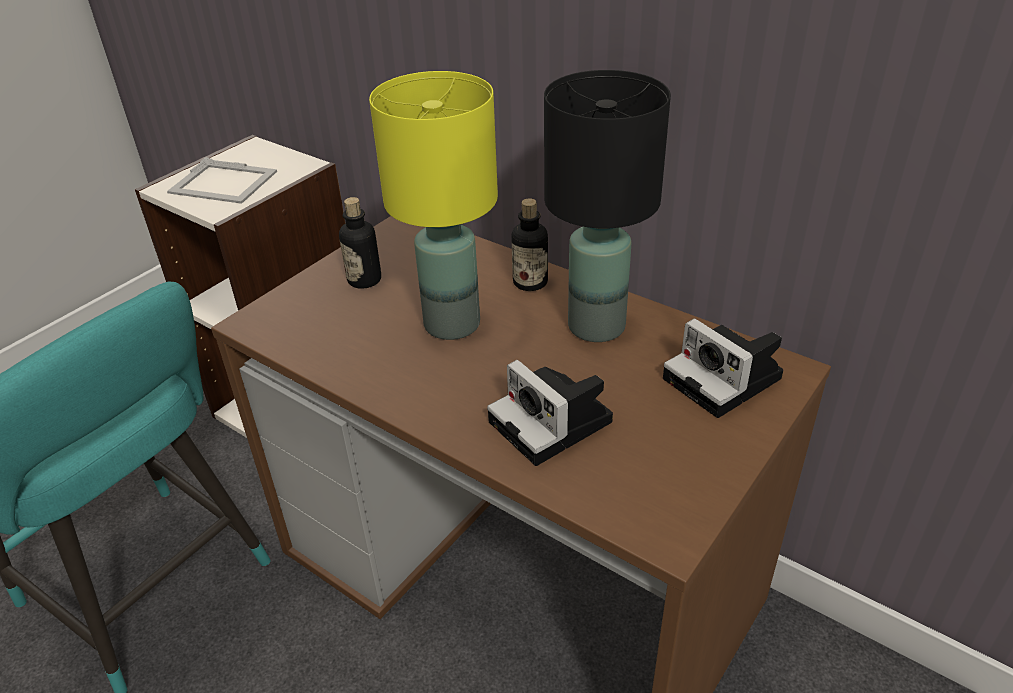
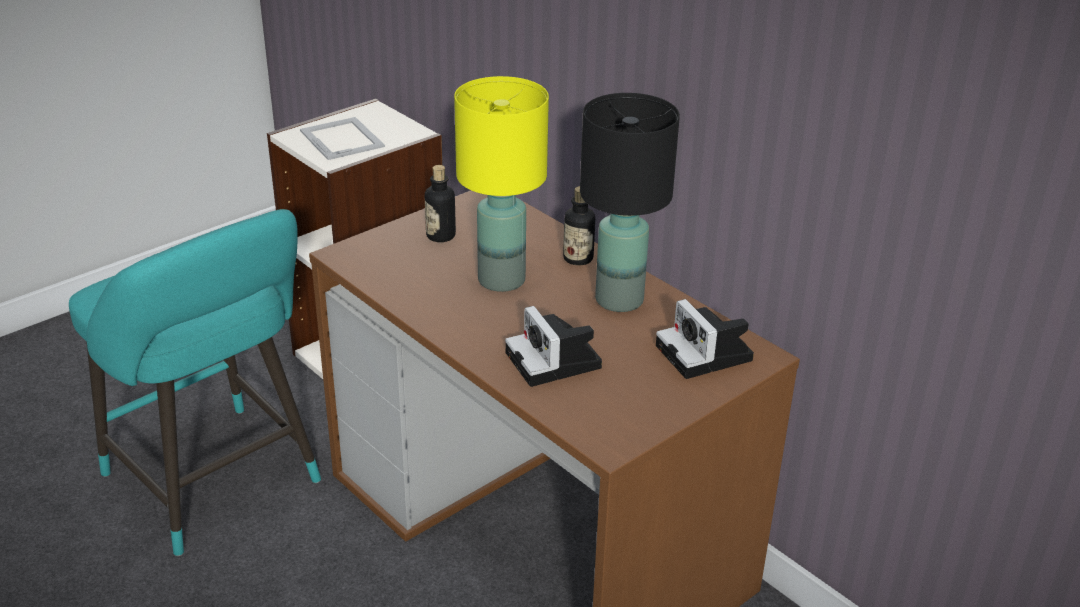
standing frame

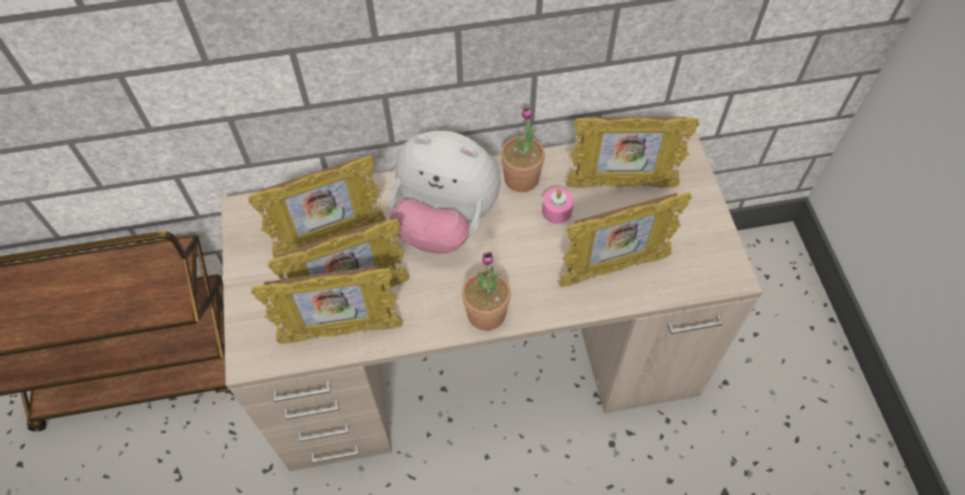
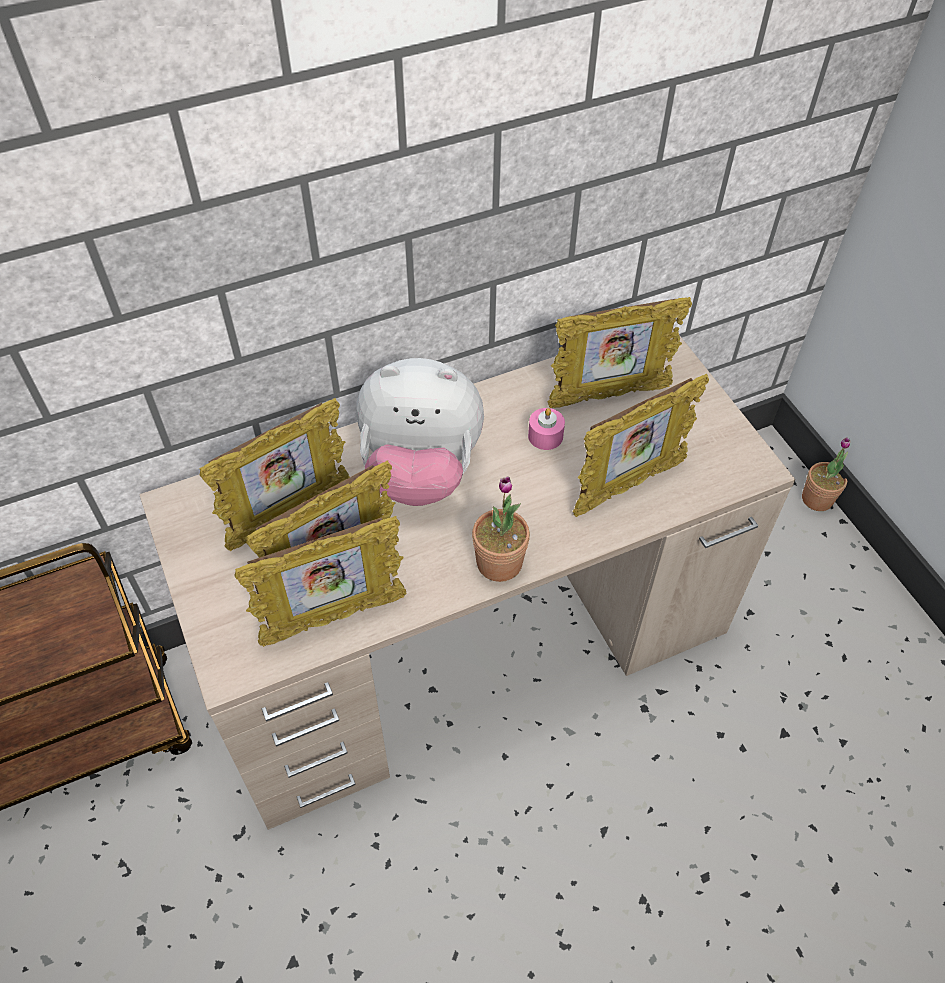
potted plant (no. 2 from left)

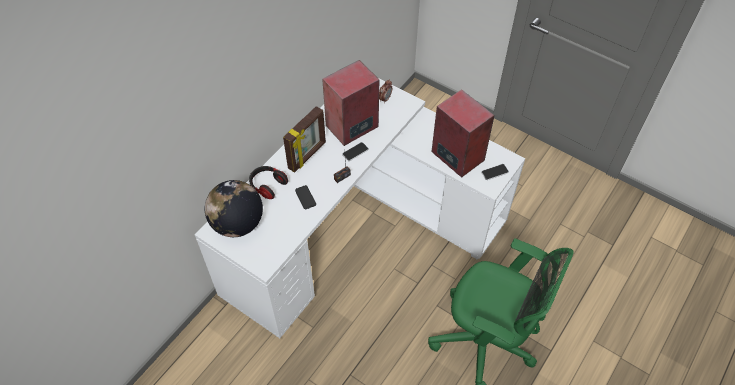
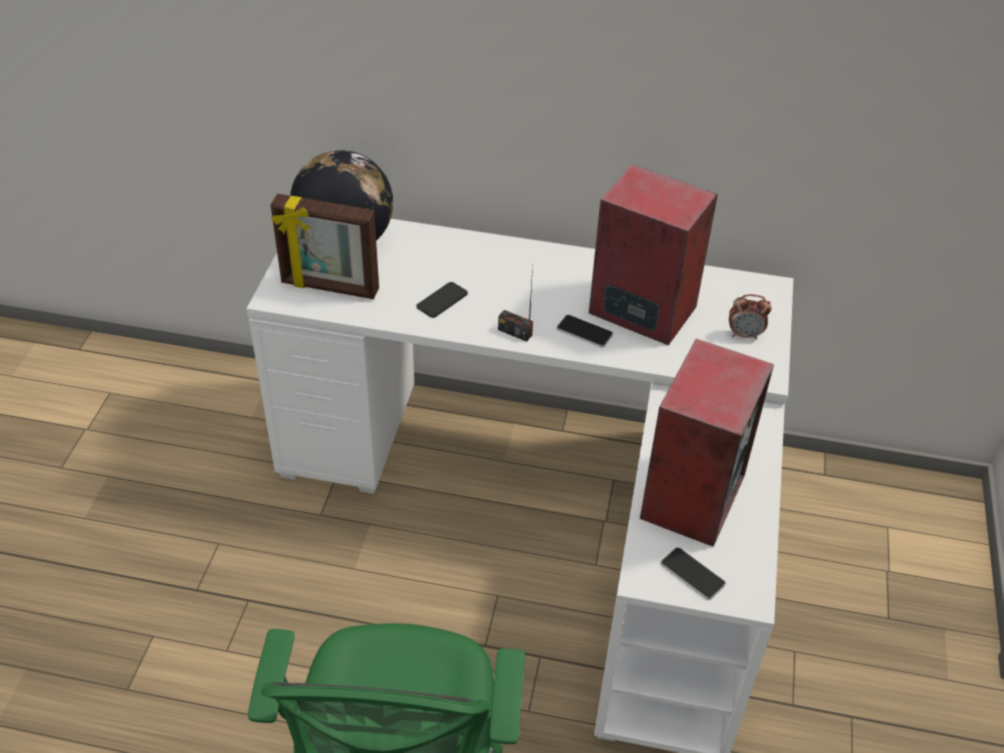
headphones; standing frame

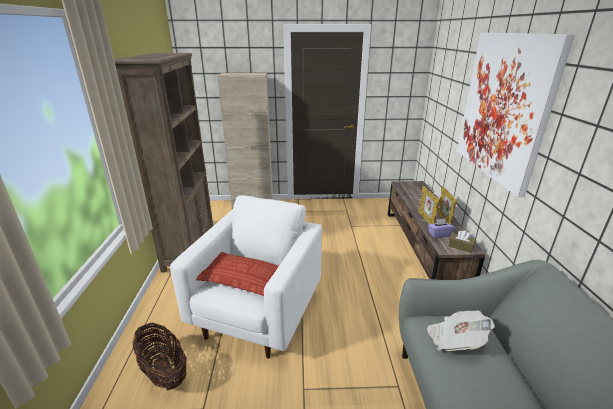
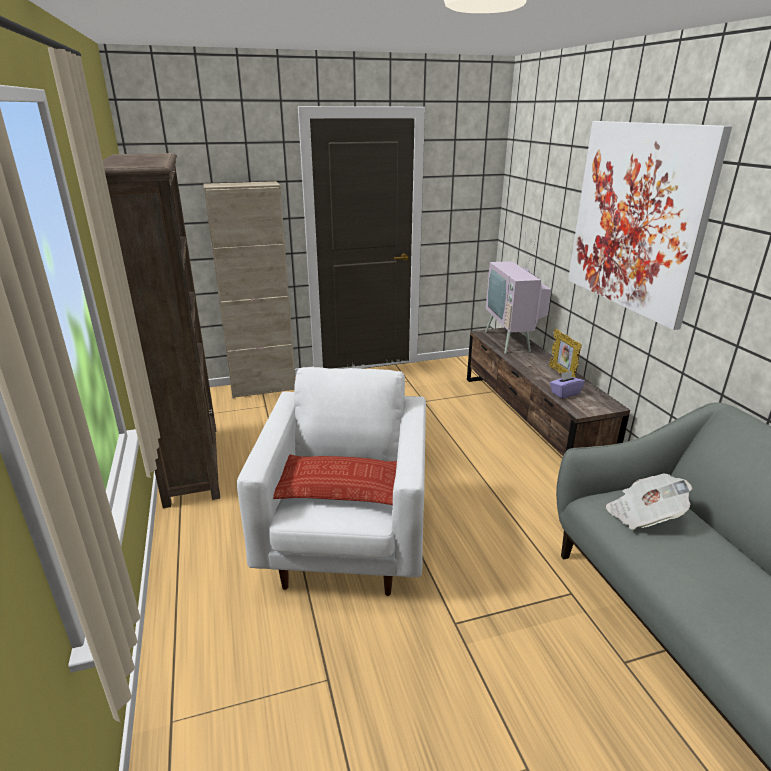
storage basket; standing frame (no. 1 from left in the first image); brown tissue box; TV set

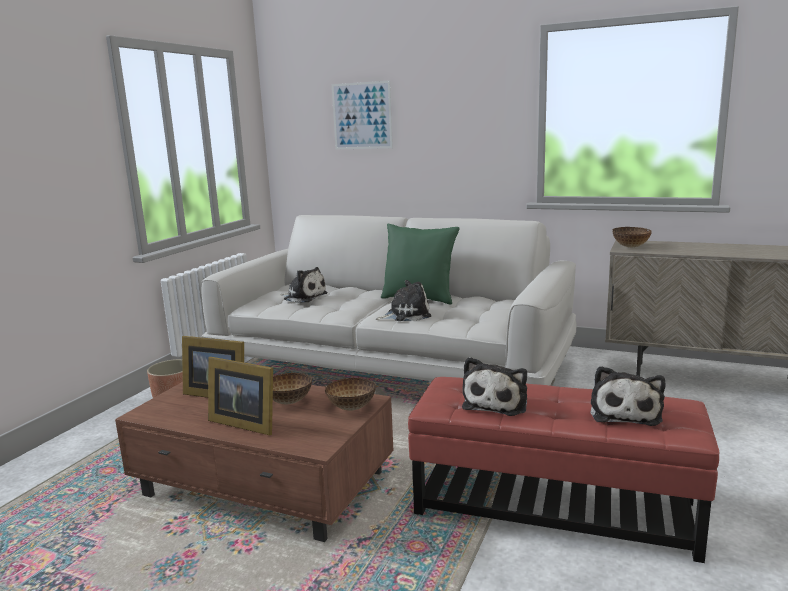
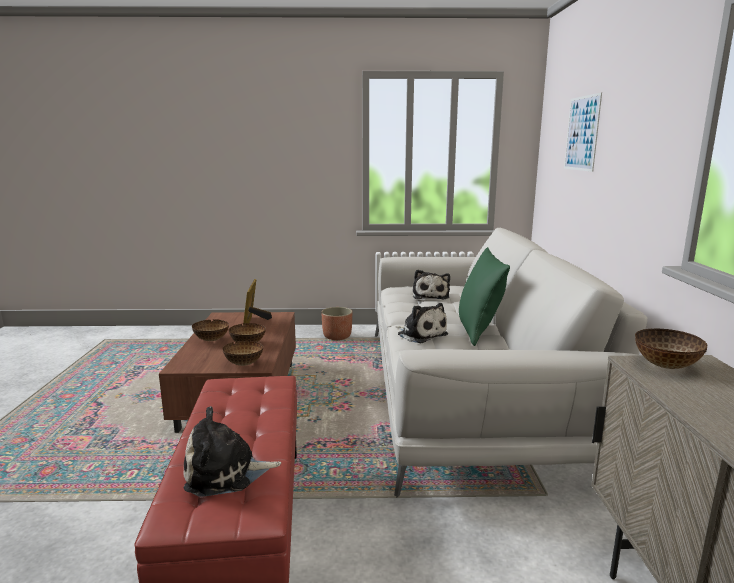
deep dish (no. 1 from left); soft toy (no. 3 from left in the first image)

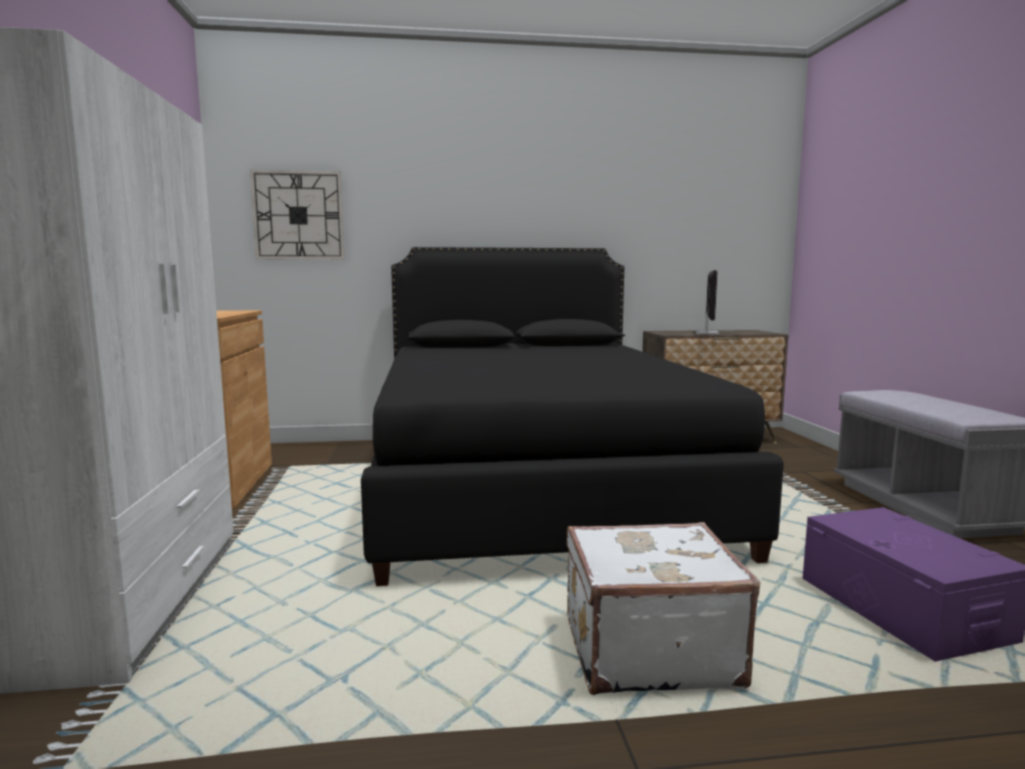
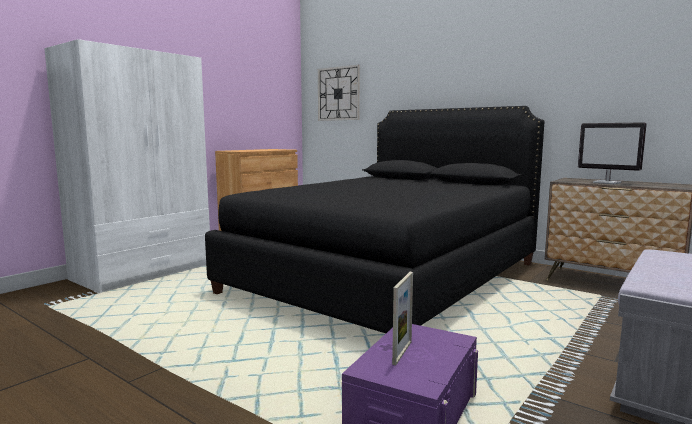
white-coloured suitcase; monitor; standing frame

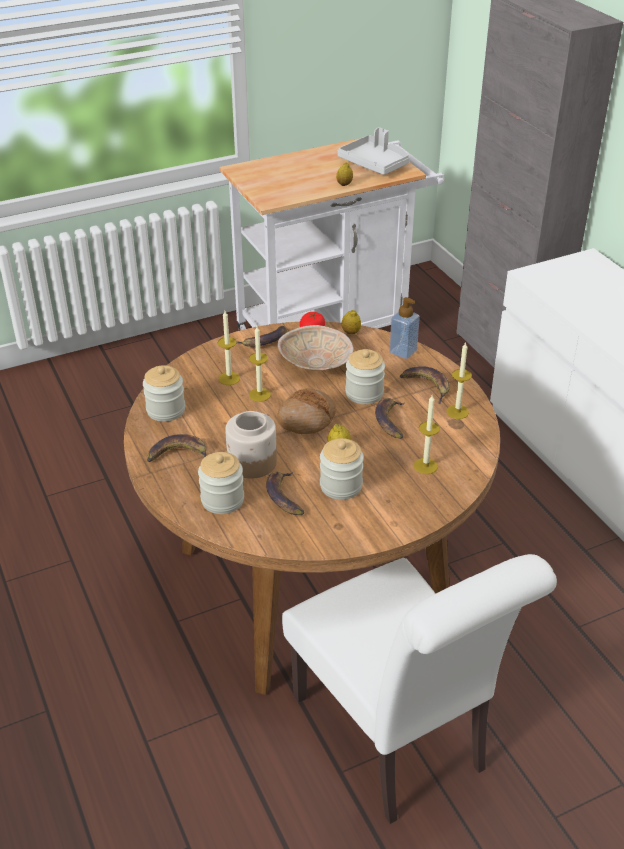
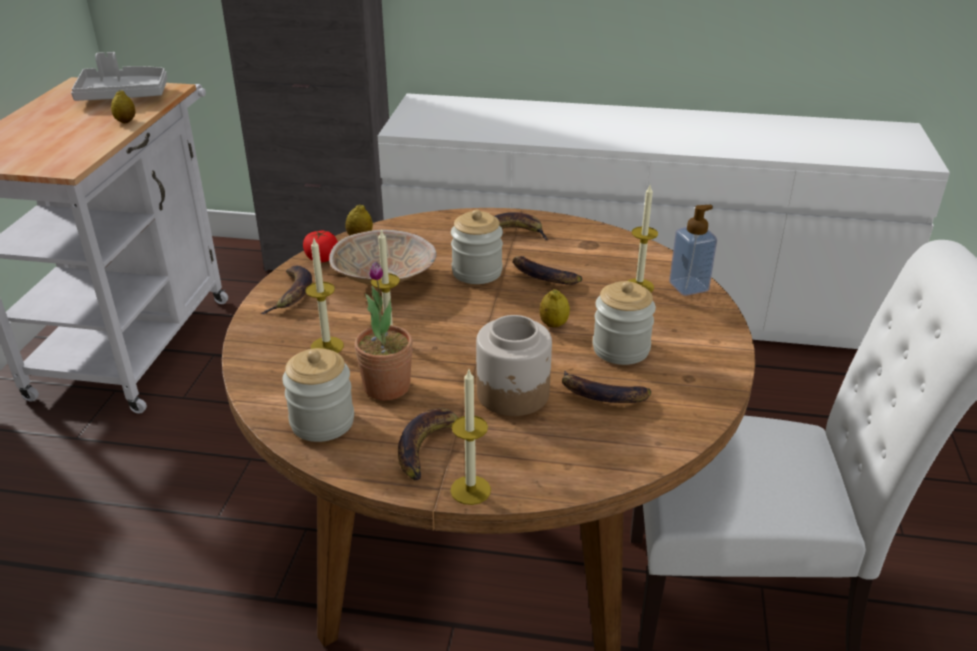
preserve jar (no. 2 from left in the first image); bread; soap dispenser; wax light (no. 3 from left); potted plant

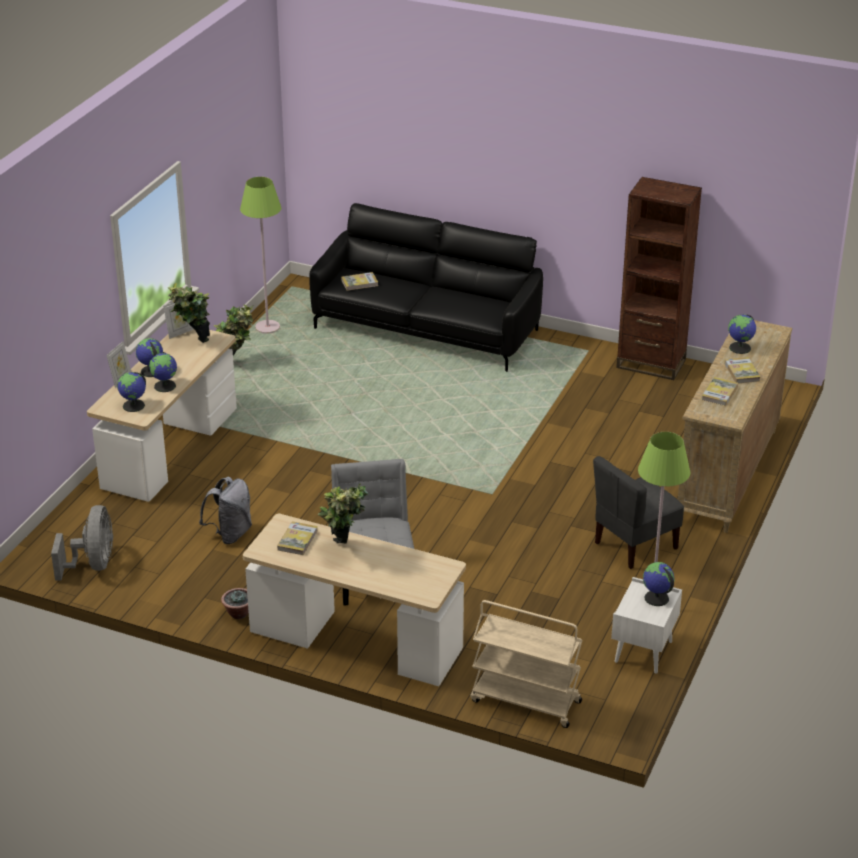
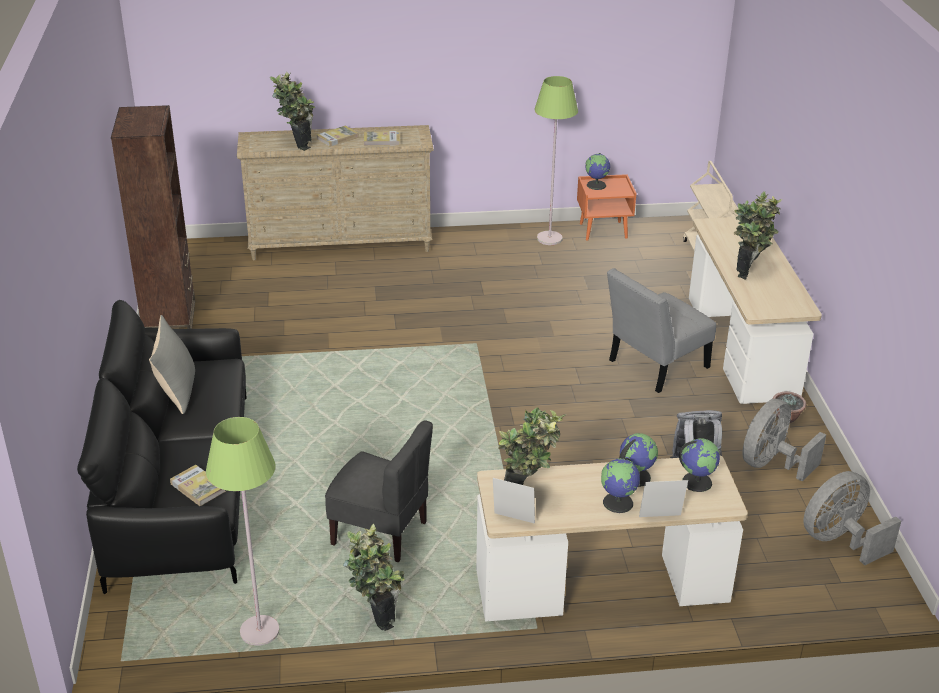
book (no. 1 from left in the first image); greyish chair (no. 1 from left); orange-coloured night table; potted plant (no. 1 from left); greyish pillow; greyish cooling fan (no. 1 from left)

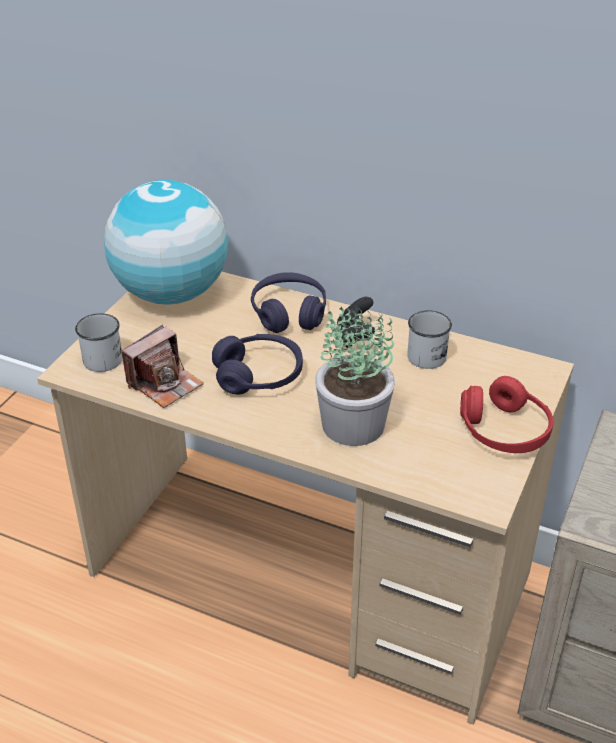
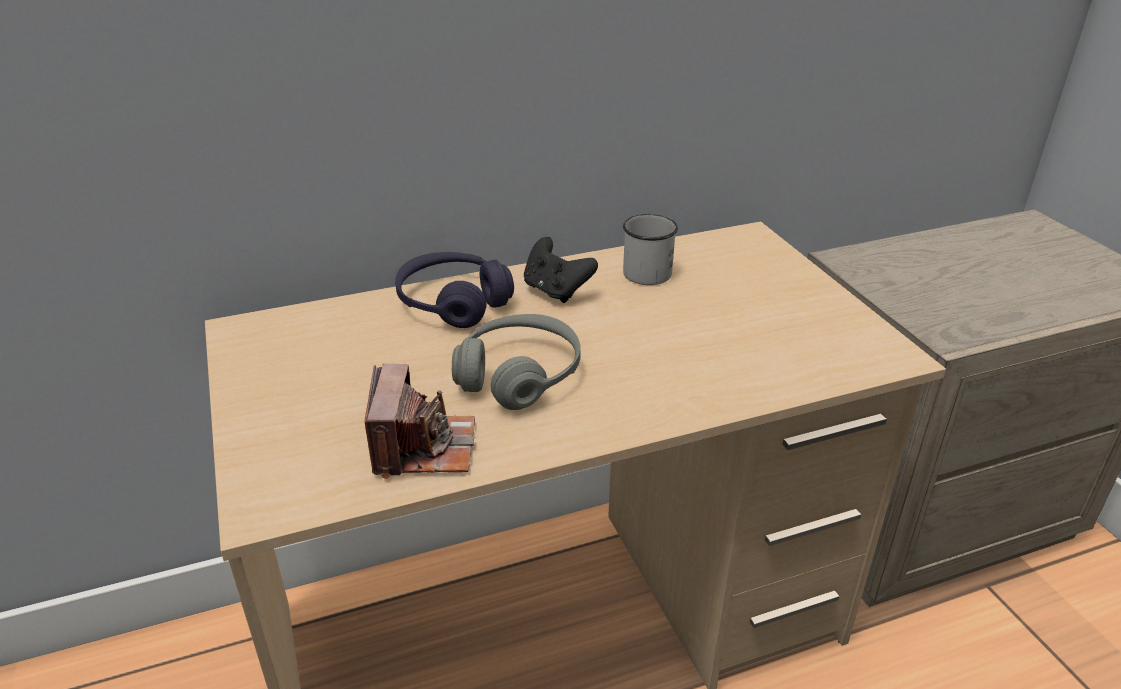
white-coloured coffee mug (no. 1 from left in the first image); desk globe; greyish headphones; potted plant; red headphones

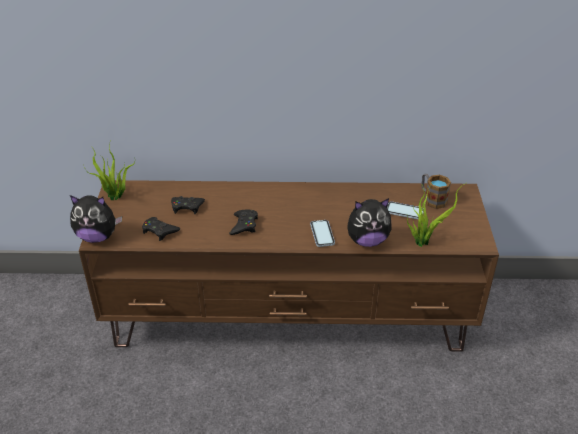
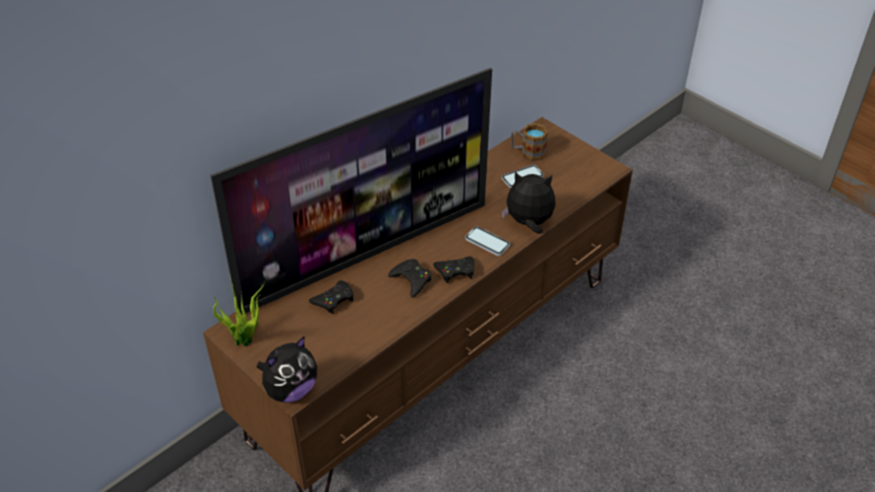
black-coloured joypad (no. 3 from left); soft toy (no. 2 from left); potted plant (no. 2 from left in the first image); TV set

